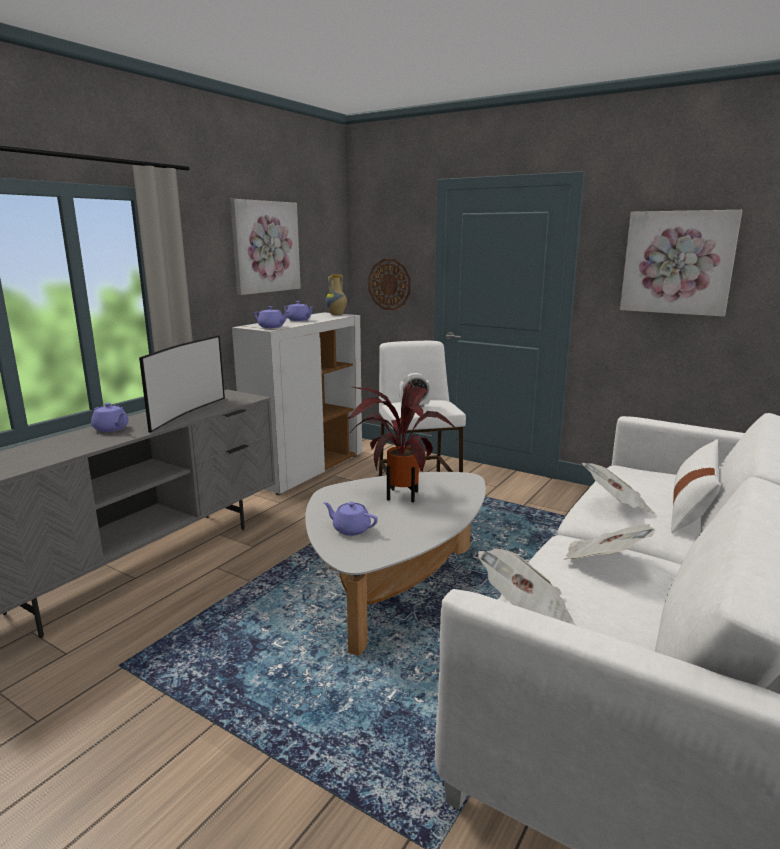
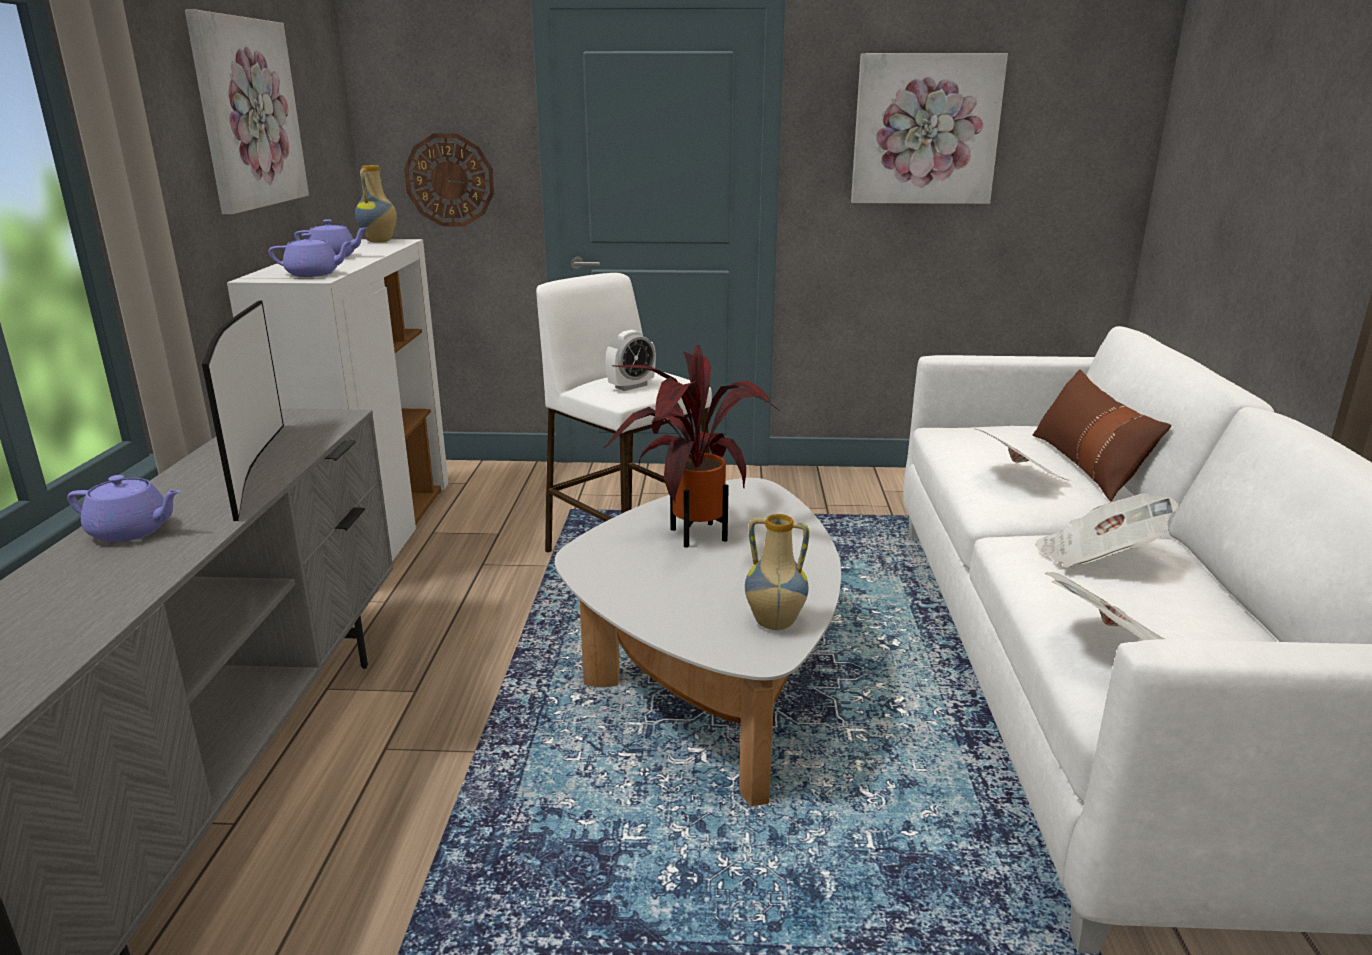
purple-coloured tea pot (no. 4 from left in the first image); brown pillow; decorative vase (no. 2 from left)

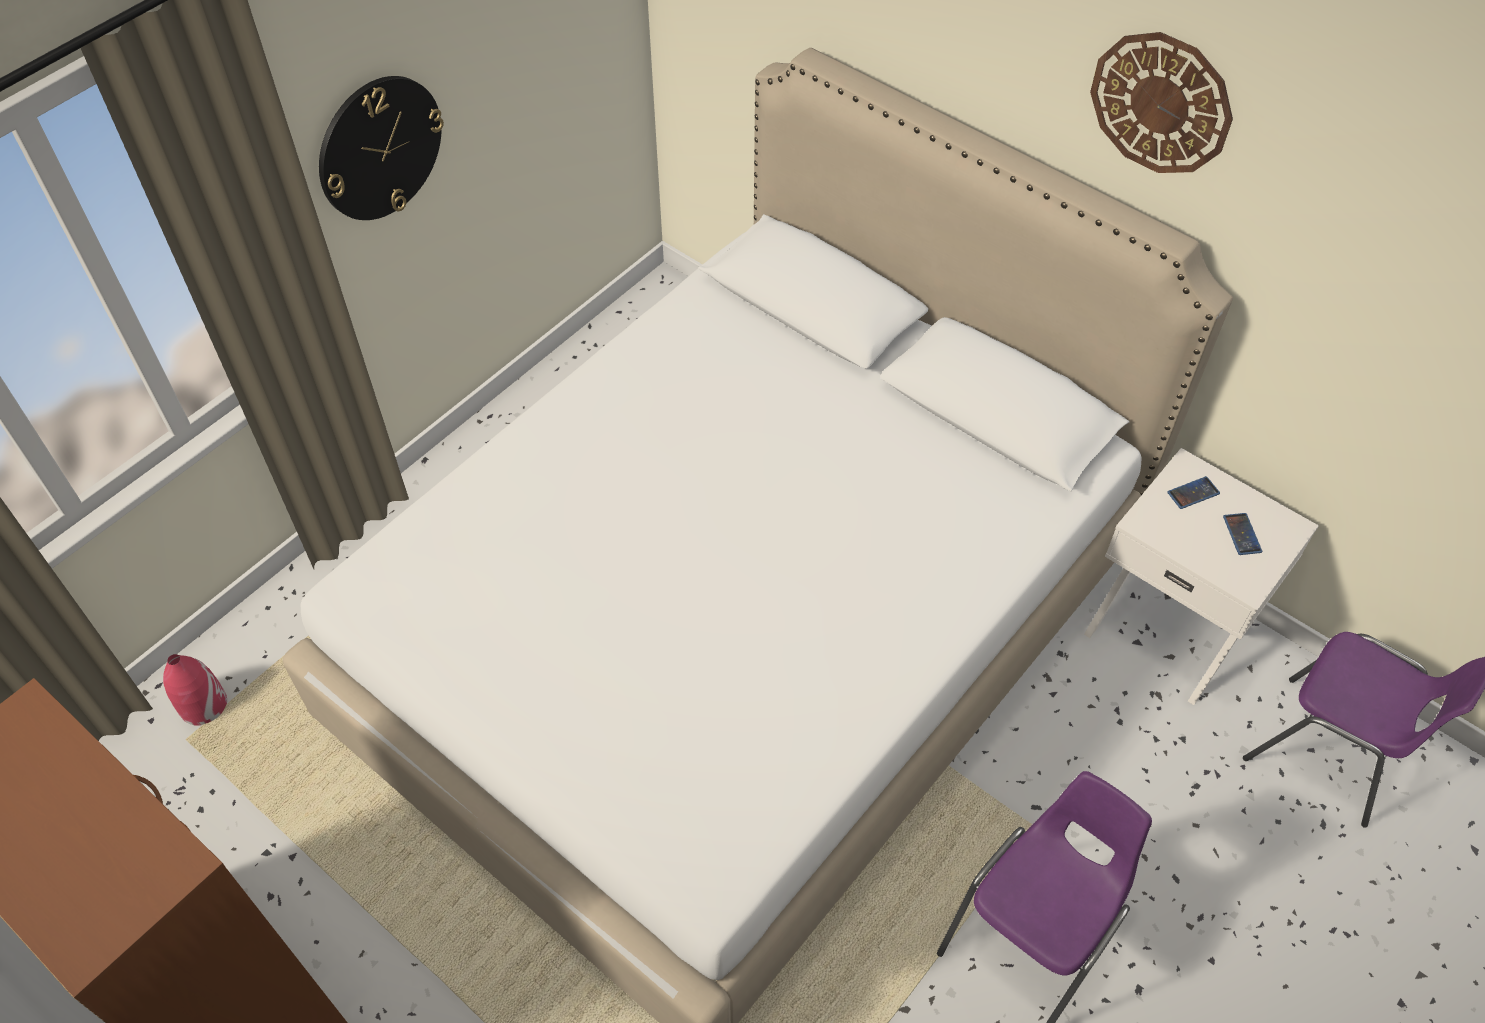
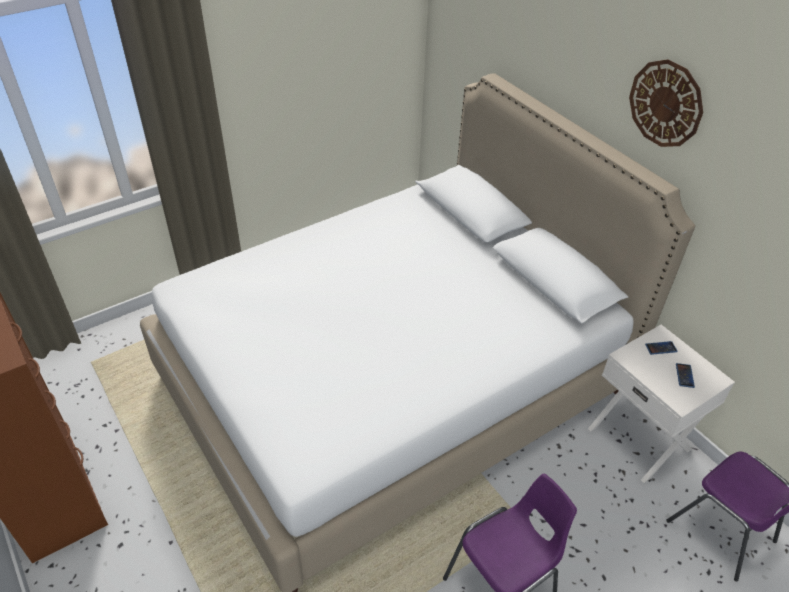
red decorative vase; clock on the wall (no. 1 from left in the first image)

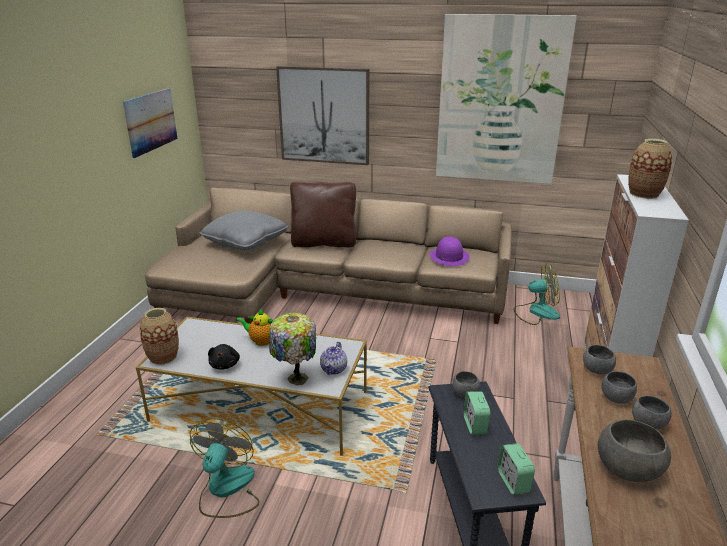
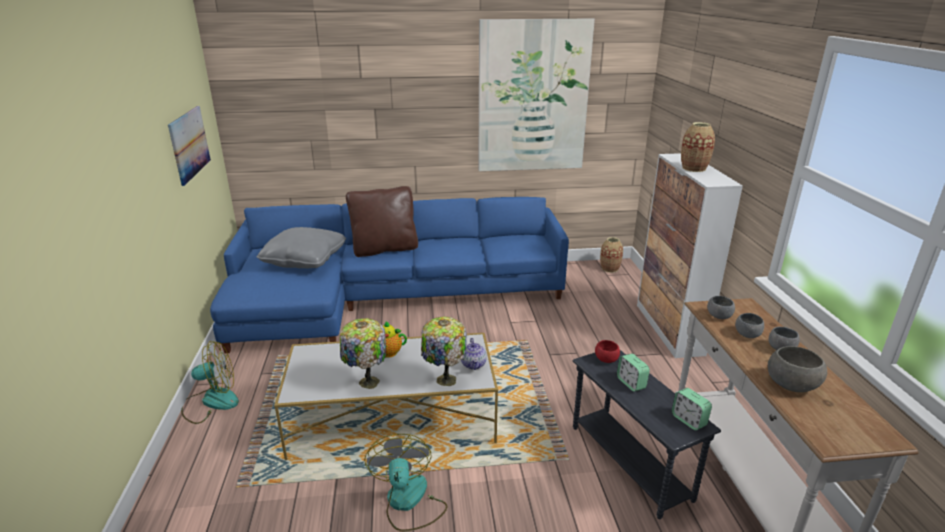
decorative vase (no. 1 from left); bluish couch; lamp for a table (no. 1 from left); picture (no. 2 from left in the first image); purple-coloured hat; red deep dish; cooling fan (no. 1 from left)

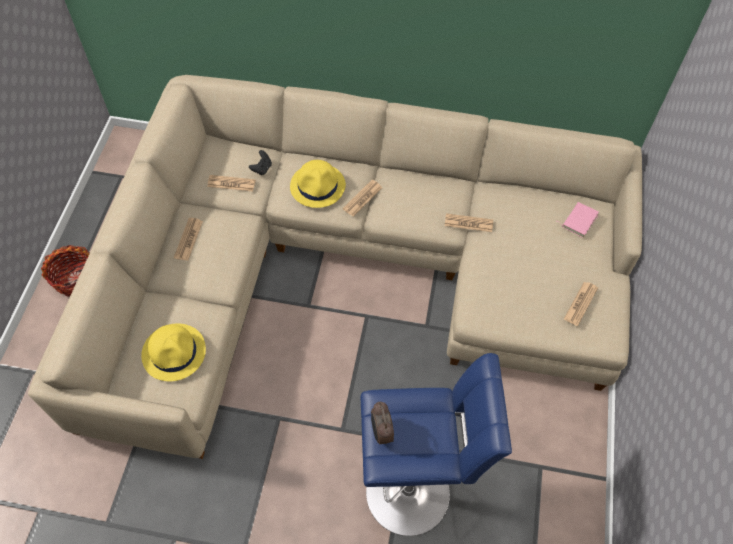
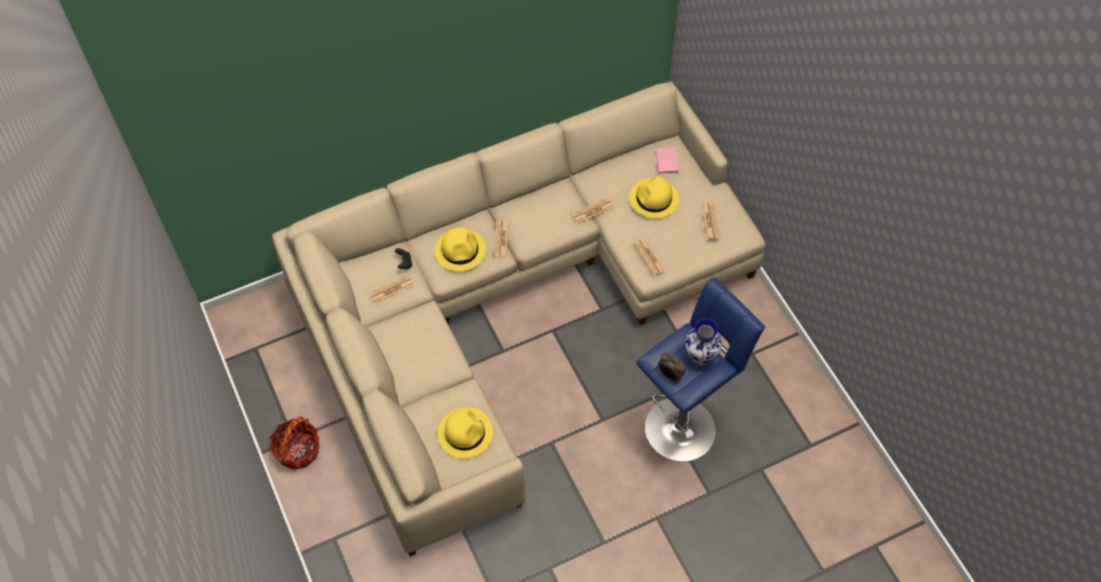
daily paper (no. 4 from left); yellowish hat (no. 3 from left); decorative vase

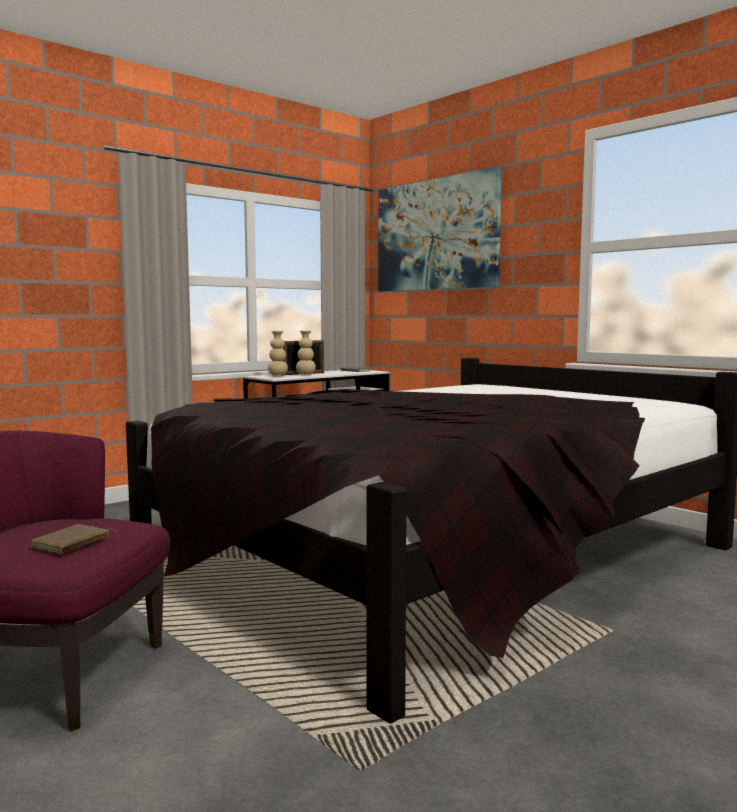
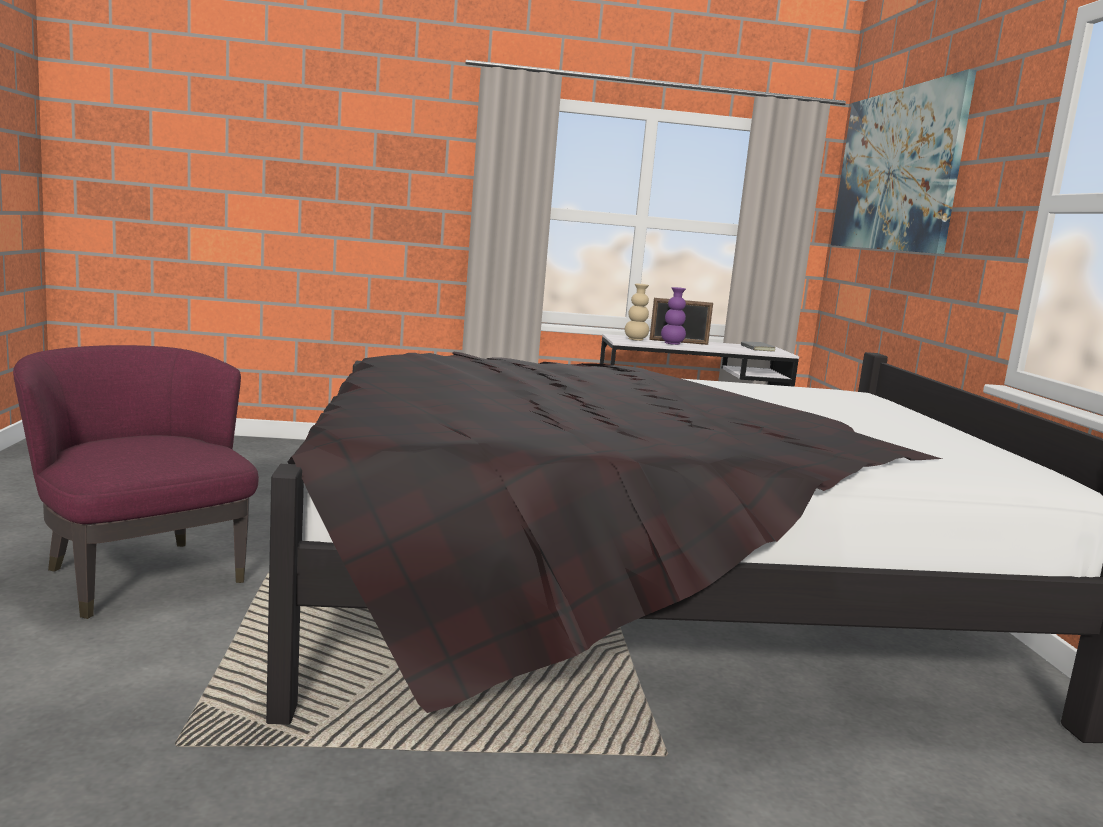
brown book; purple-coloured decorative vase

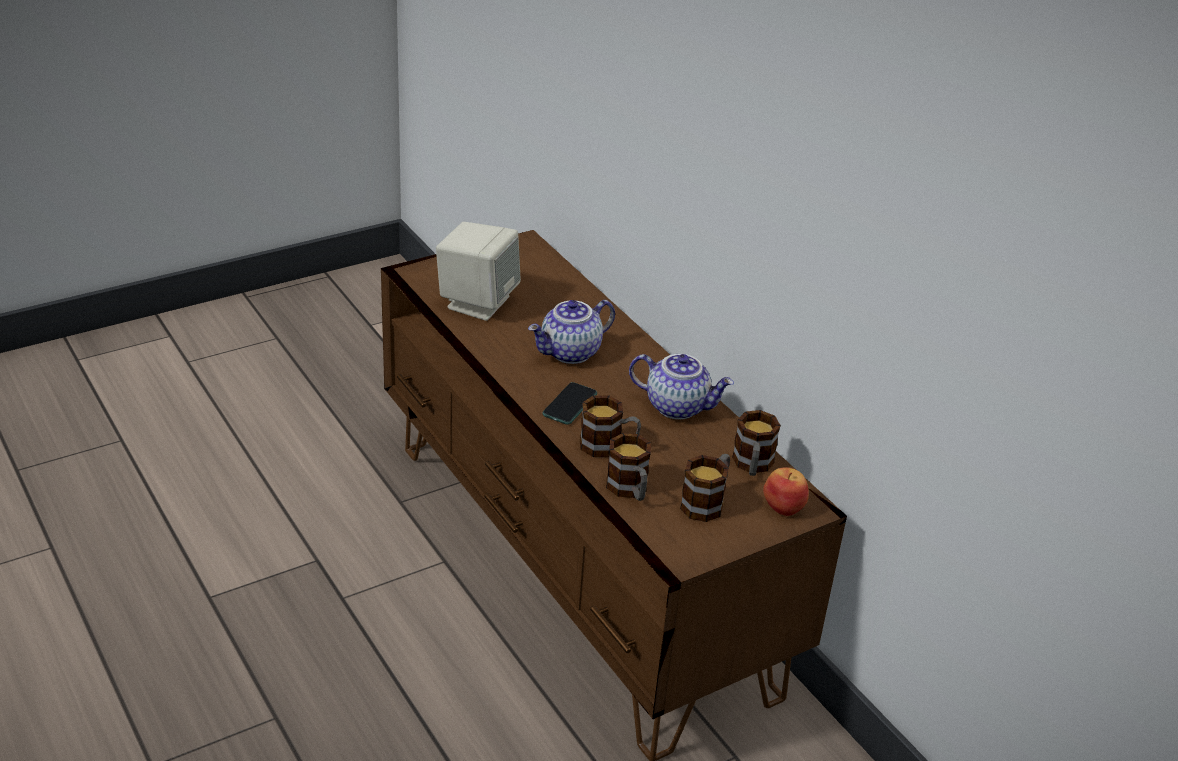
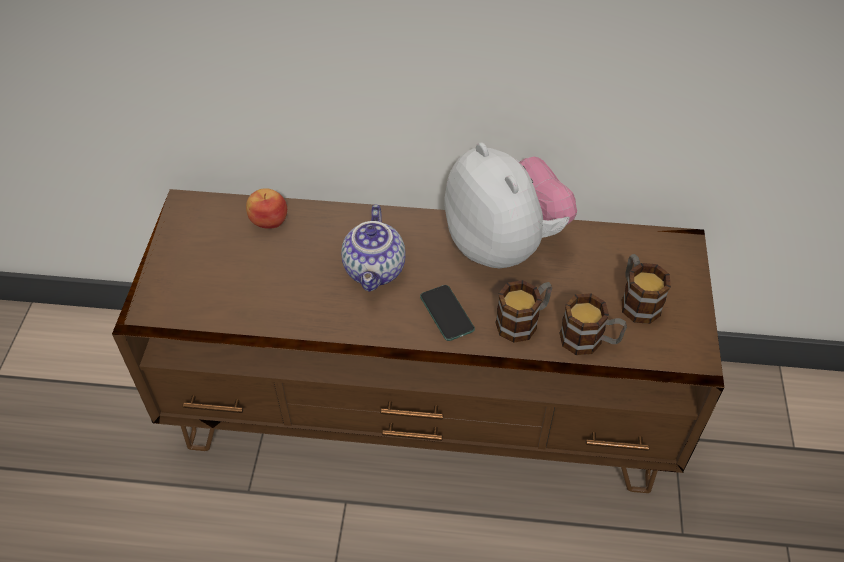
sand-coloured loudspeaker; soft toy; coffee mug (no. 4 from left in the first image); apple fruit

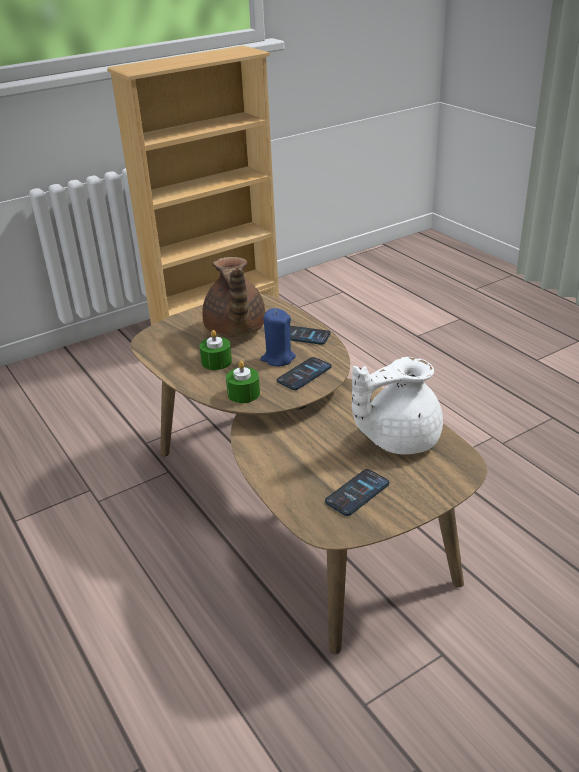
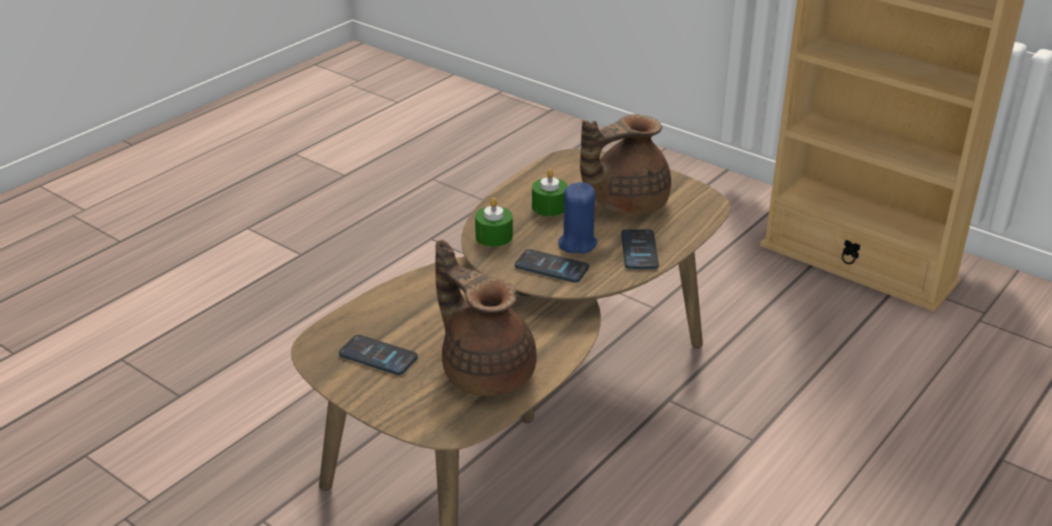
brown tea pot (no. 1 from left)

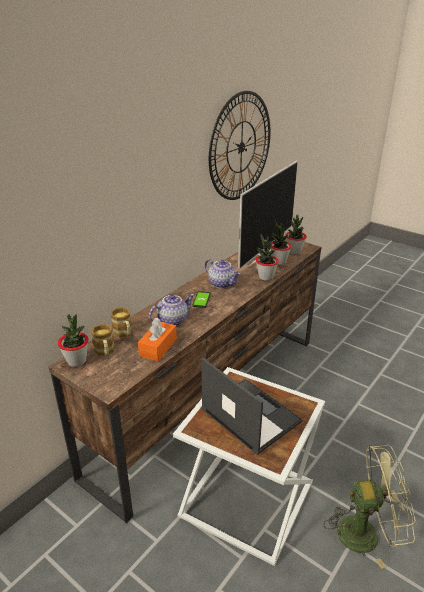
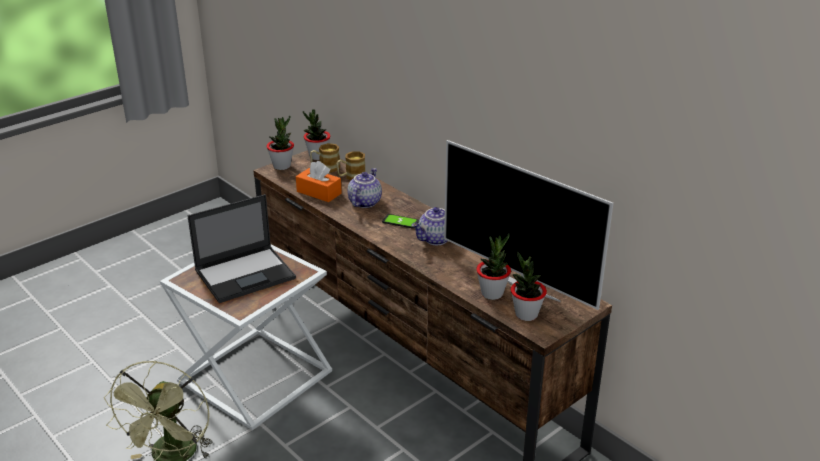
tea pot (no. 1 from left); clock on the wall; potted plant (no. 1 from left)

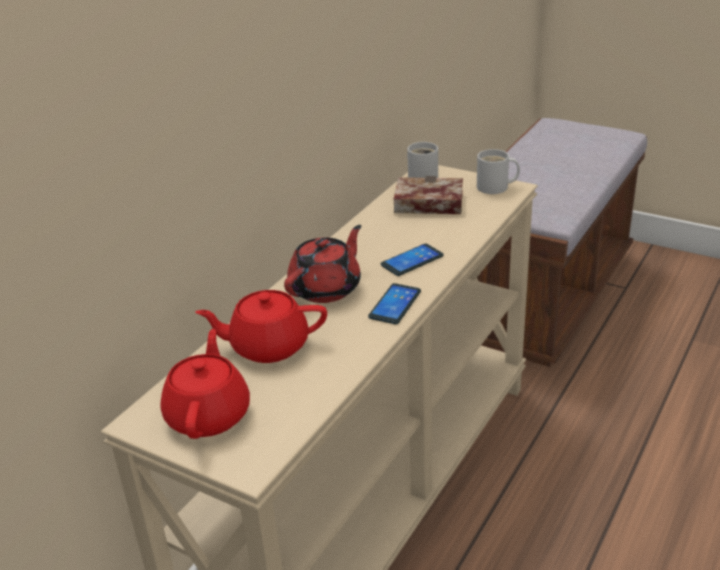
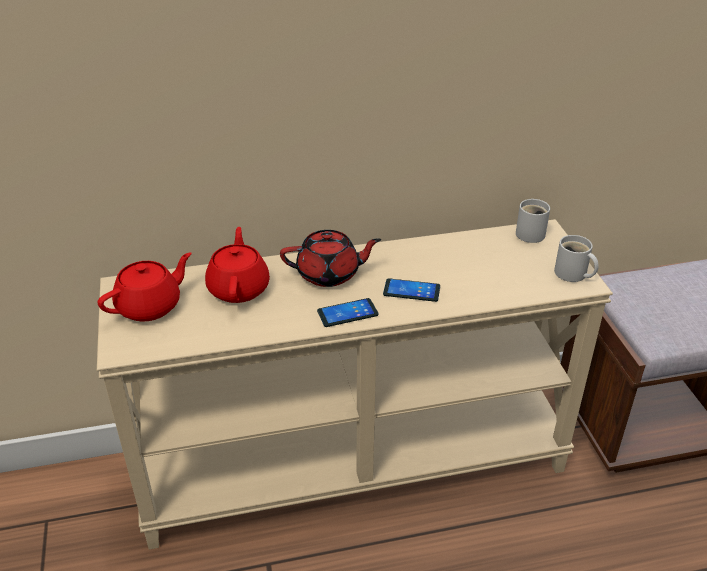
red tea pot (no. 2 from left); book

